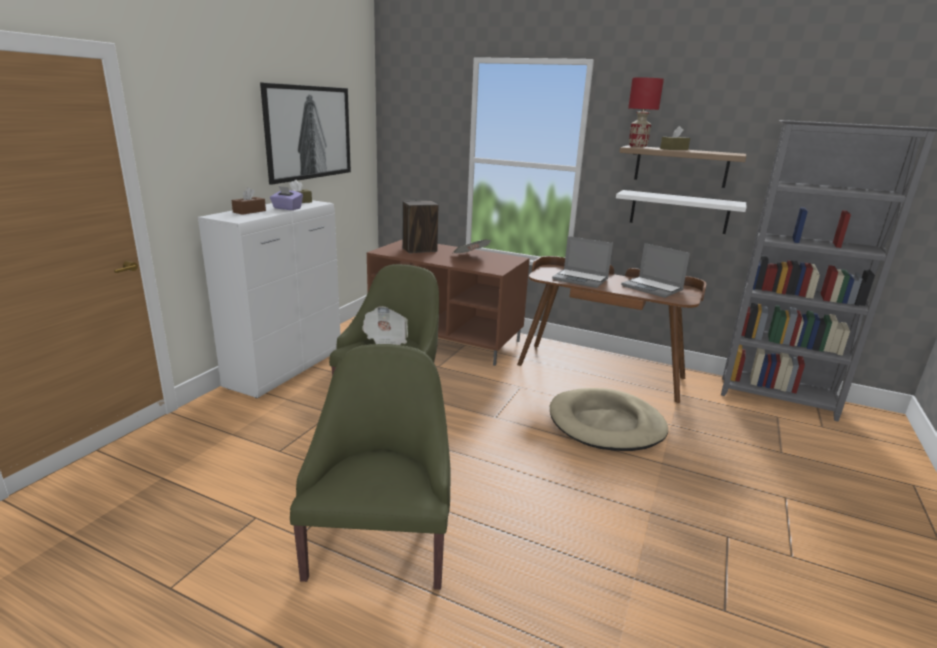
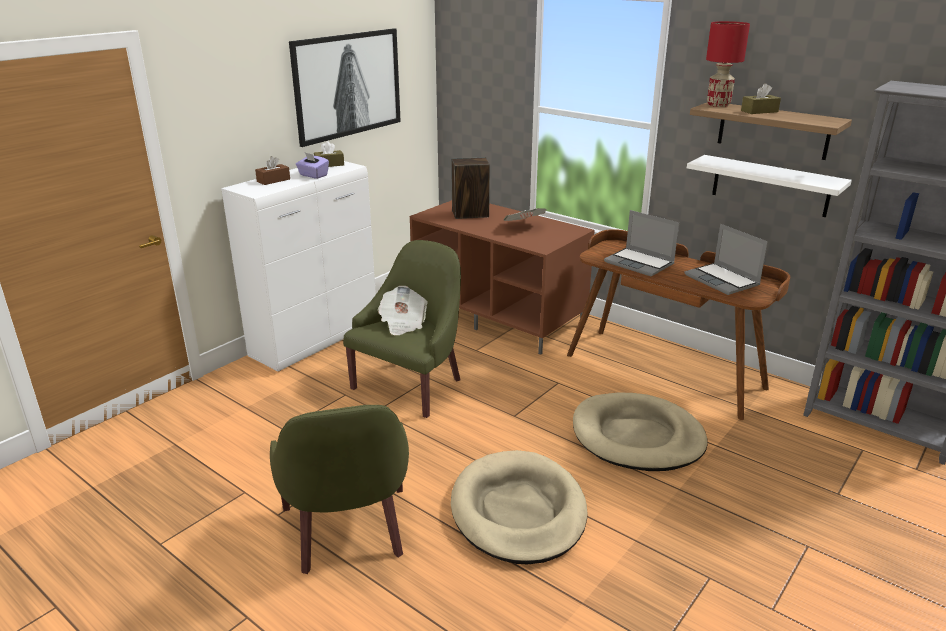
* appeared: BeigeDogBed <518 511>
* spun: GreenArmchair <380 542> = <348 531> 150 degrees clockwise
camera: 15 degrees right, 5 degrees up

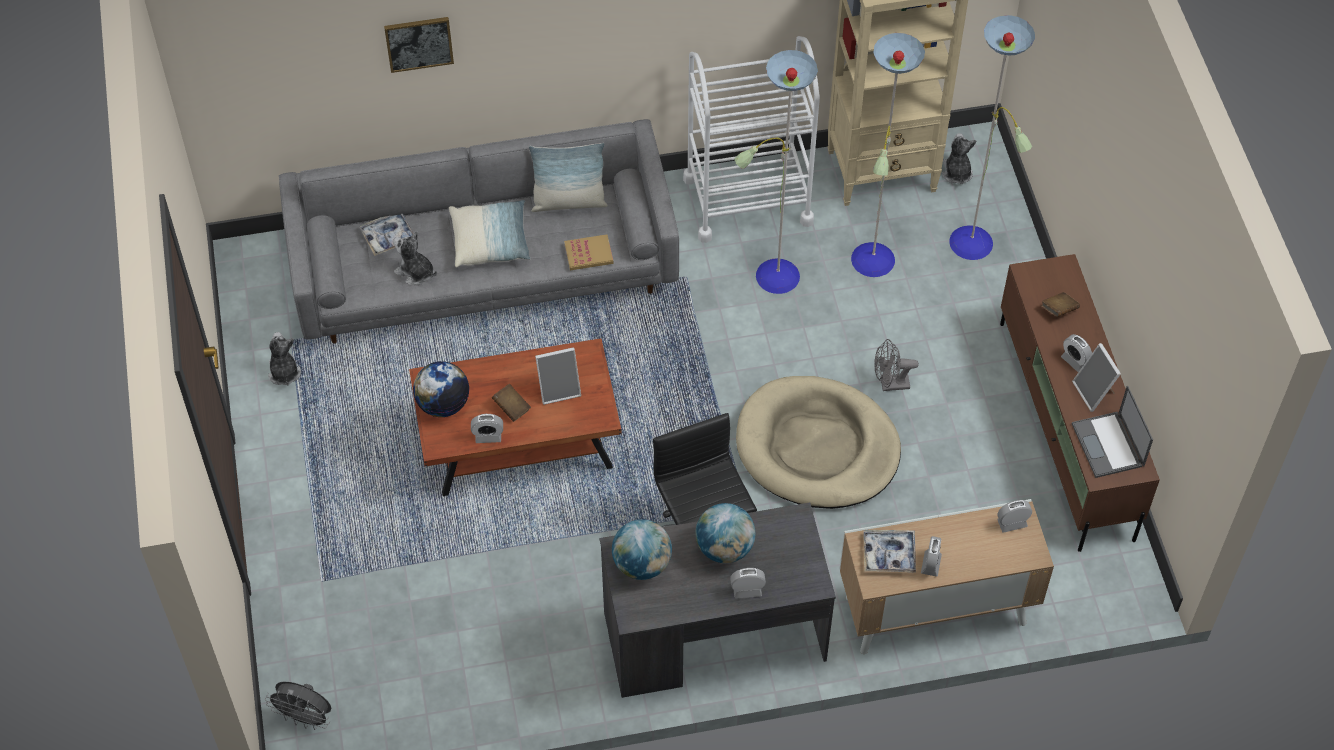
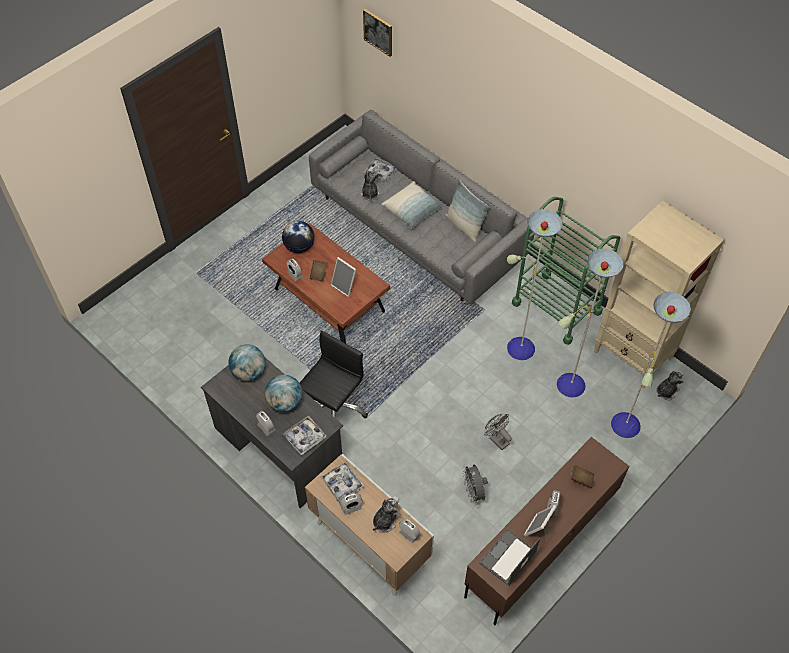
* missing: Book <588 254>
* missing: BeigeDogBed <817 447>
* appeared: Tray <305 437>
* relocated: GreyFan <305 718> to <474 492>
* relocated: PlushToy <284 372> to <385 520>
* relocated: Picture <419 43> to <378 32>
* colour: WhiteCart <747 200> to GreenCart <556 307>
camera: 55 degrees right, 0 degrees up

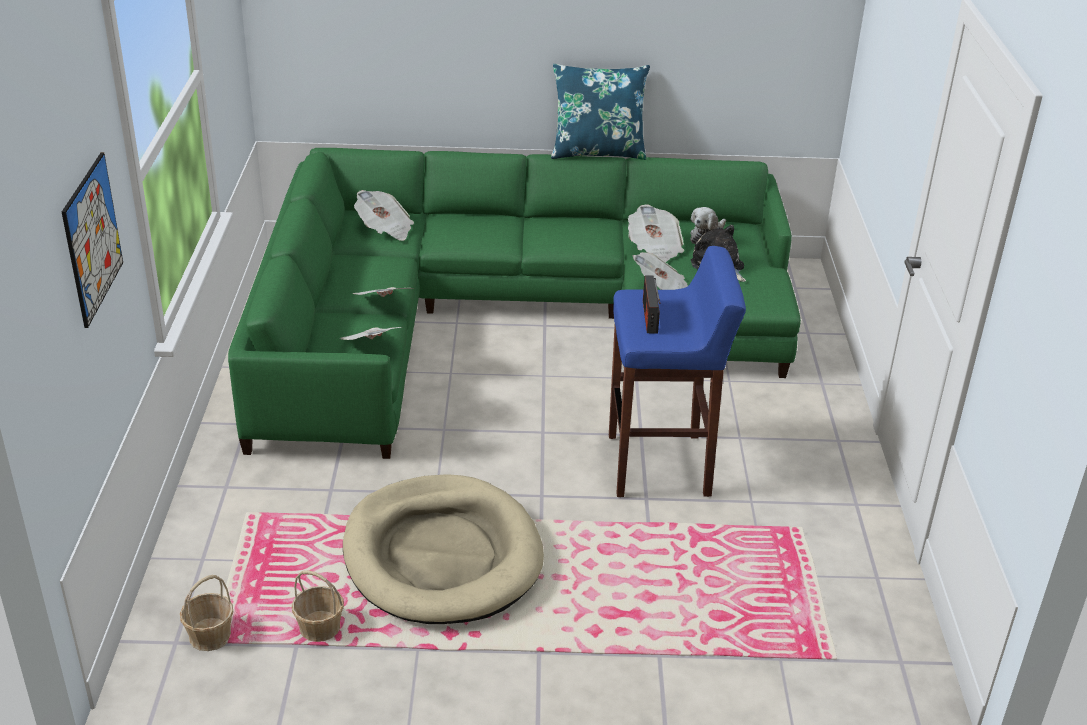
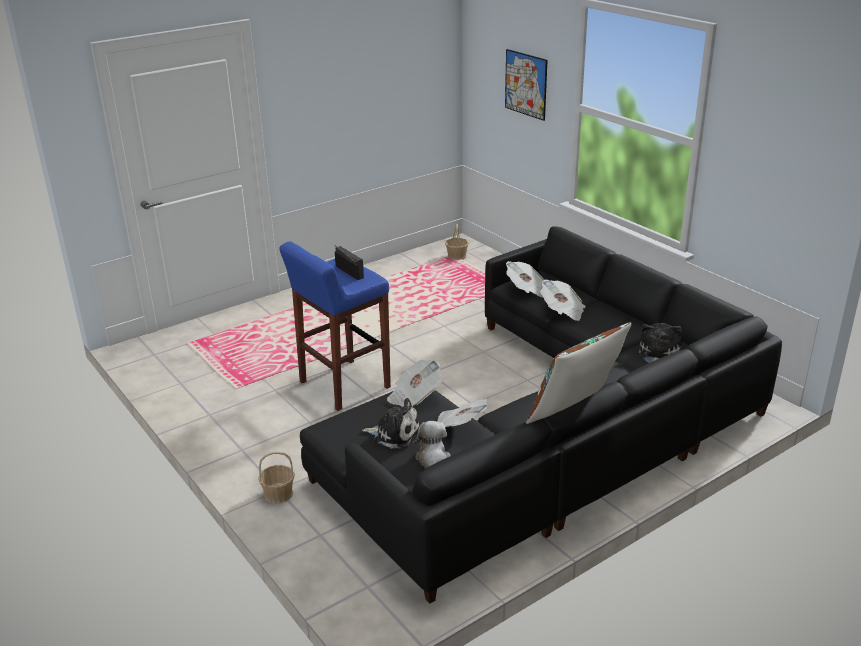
* missing: BeigeDogBed <442 555>
* relocated: Basket <320 628> to <278 494>
* exchanged: Newspaper <385 229> to PlushToy <657 354>
* colour: GreenSofa <504 319> to BlackSofa <552 430>
* colour: BluePillow <597 152> to BrownPillow <575 413>
camera: 145 degrees right, 5 degrees down

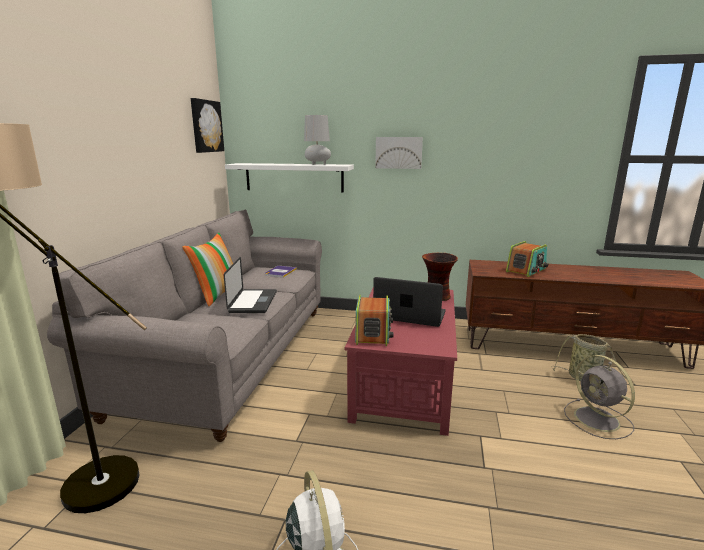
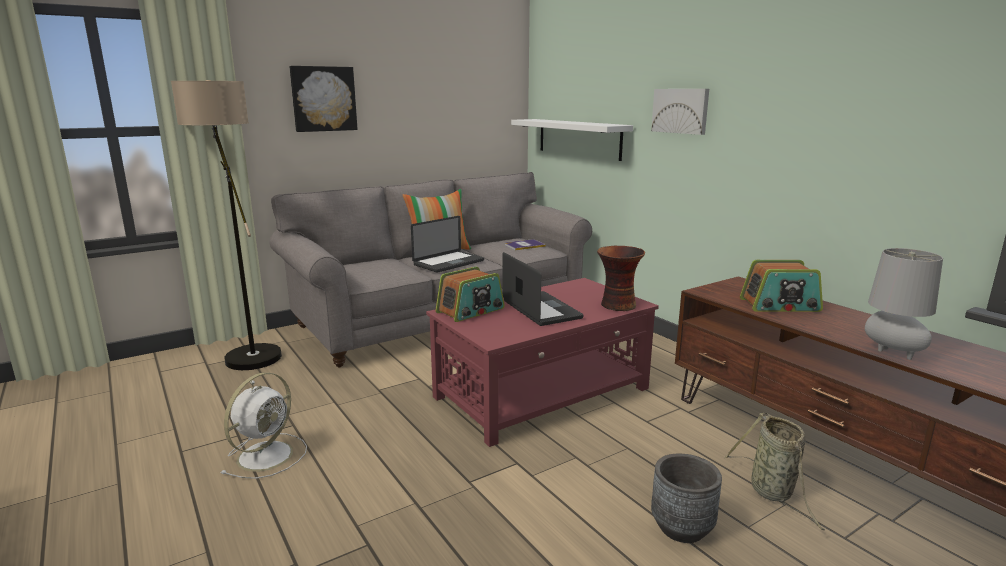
* relocated: Picture <206 126> to <323 99>
* relocated: GreyTableLamp <317 164> to <891 353>
* exchanged: GreyFan <598 420> to GreyPlanter <682 528>
camera: 45 degrees right, 0 degrees up

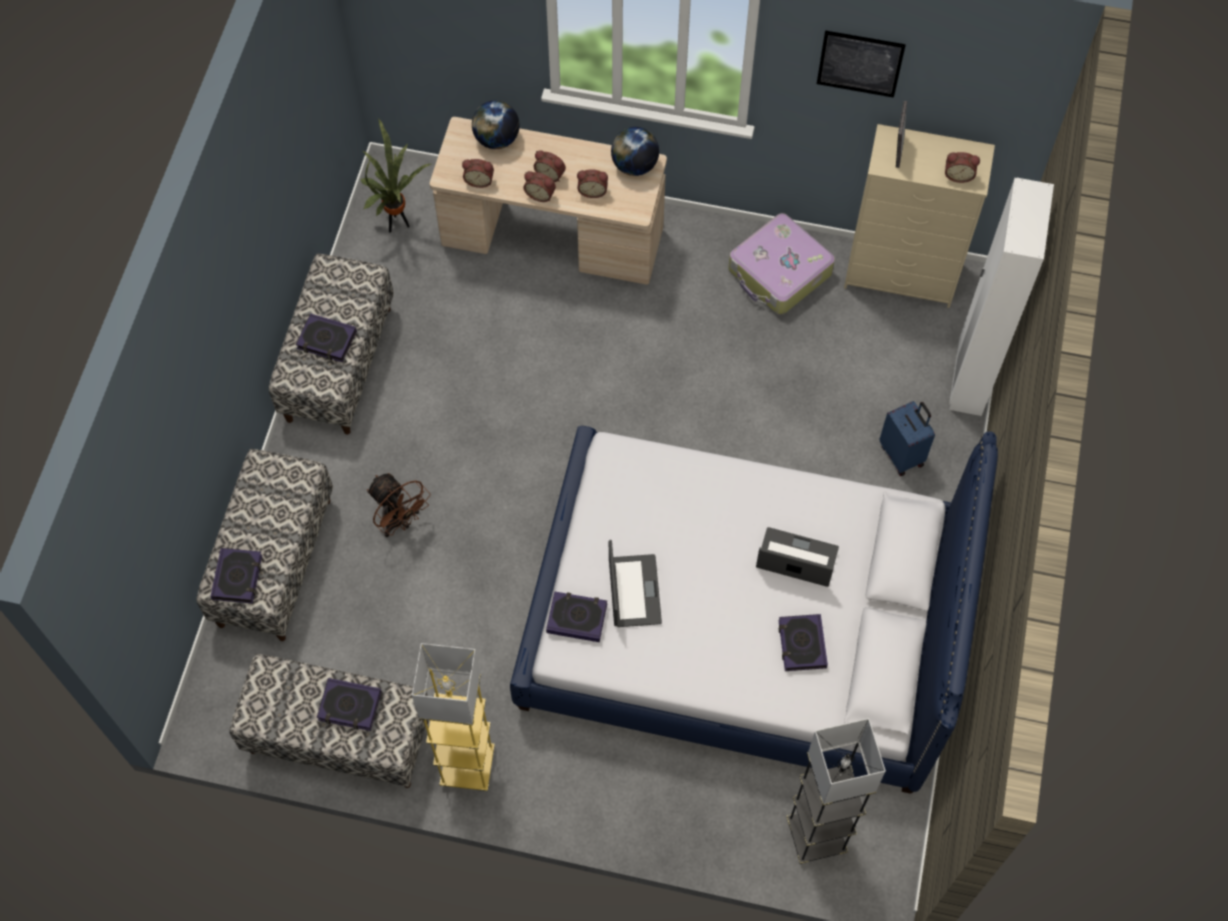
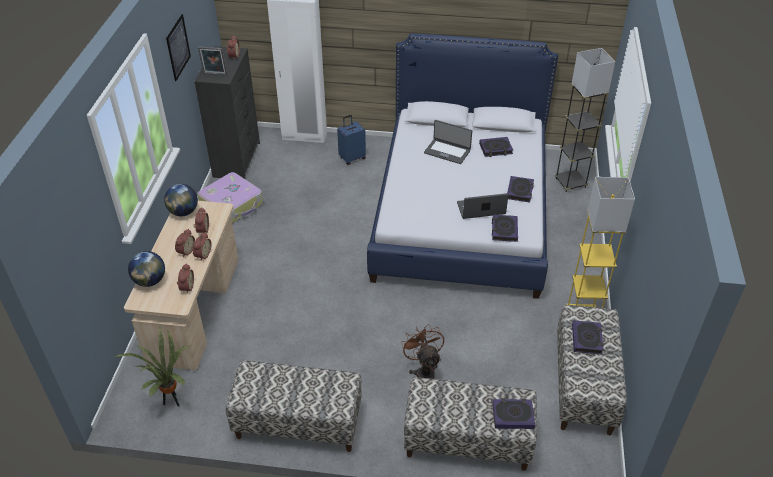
* relocated: Book <327 340> to <520 191>
* colour: BeigeDresser <901 274> to BlackDresser <237 159>
* spun: BrownFan <400 521> = <424 371> 60 degrees counterclockwise
* spun: Laptop <796 559> = <447 151> 75 degrees counterclockwise
camera: 95 degrees left, 20 degrees down

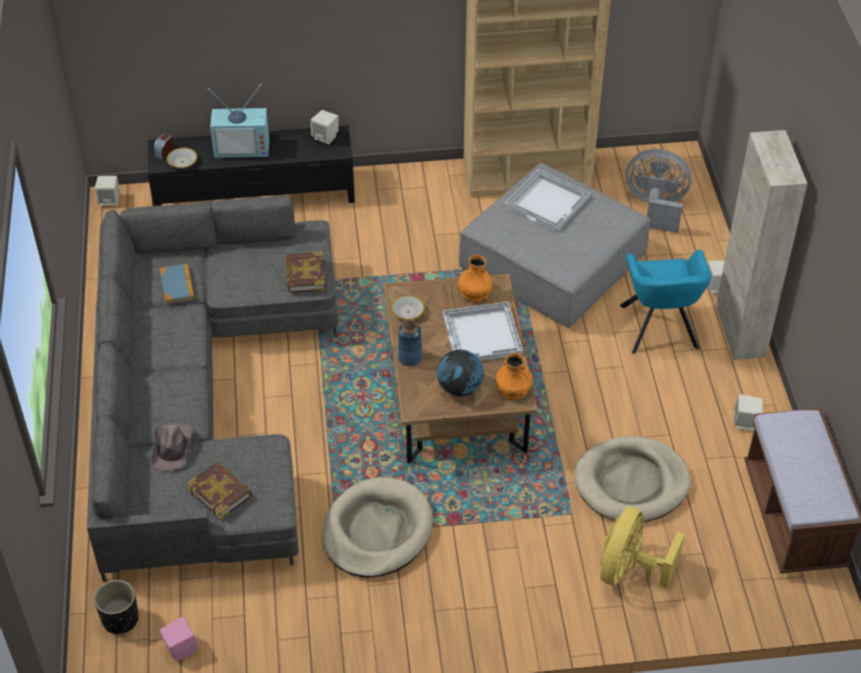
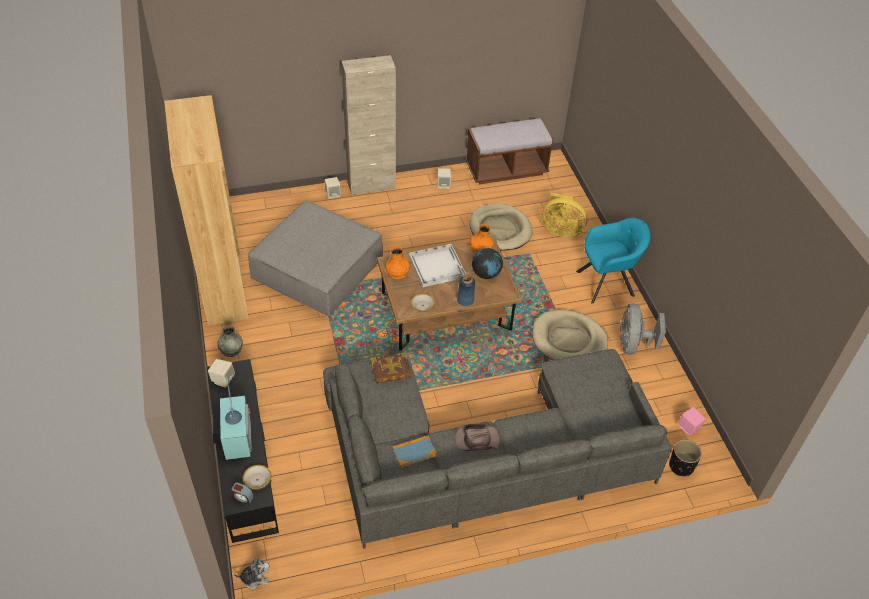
* missing: Book <220 493>
* missing: WhiteTray <548 202>
* appeared: GreyVase <231 349>
* relocated: BrownHat <173 447> to <476 439>
* relocated: TurquoiseArmchair <660 329> to <607 283>
* relocated: GreyFan <655 207> to <633 344>
* exchanged: BeigeSpeaker <109 200> to PlushToy <255 578>
camera: 100 degrees left, 0 degrees up

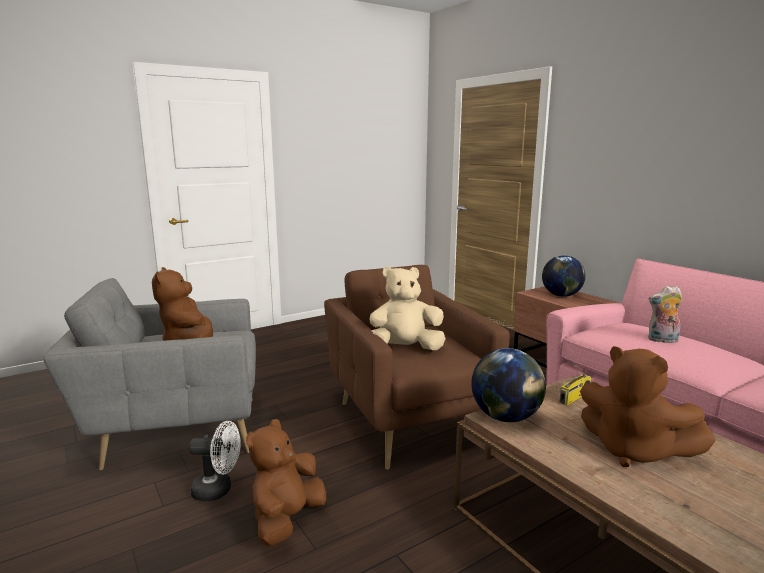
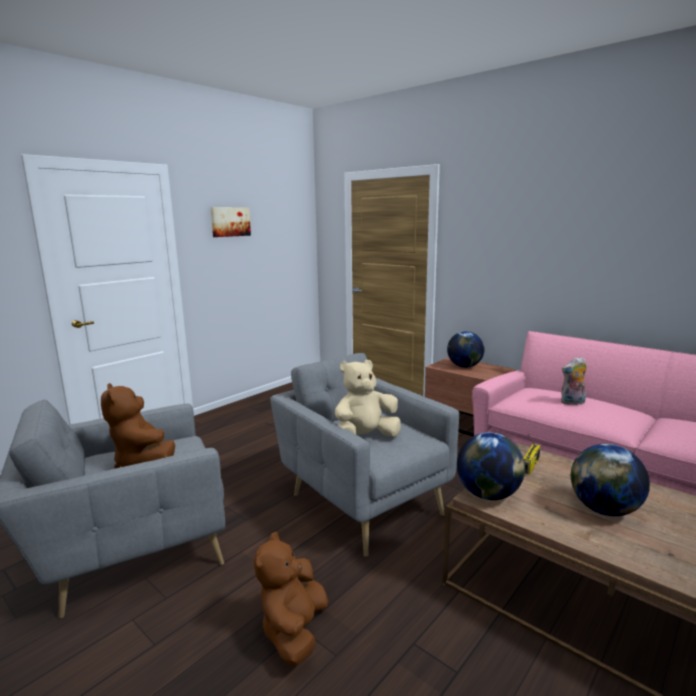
* missing: WhiteFan <218 490>
* appeared: Picture <230 221>
* exchanged: BrownPlushToy <633 451> to Globe <604 510>
* colour: BrownArmchair <408 419> to GreyArmchair <362 500>
camera: 15 degrees left, 0 degrees up

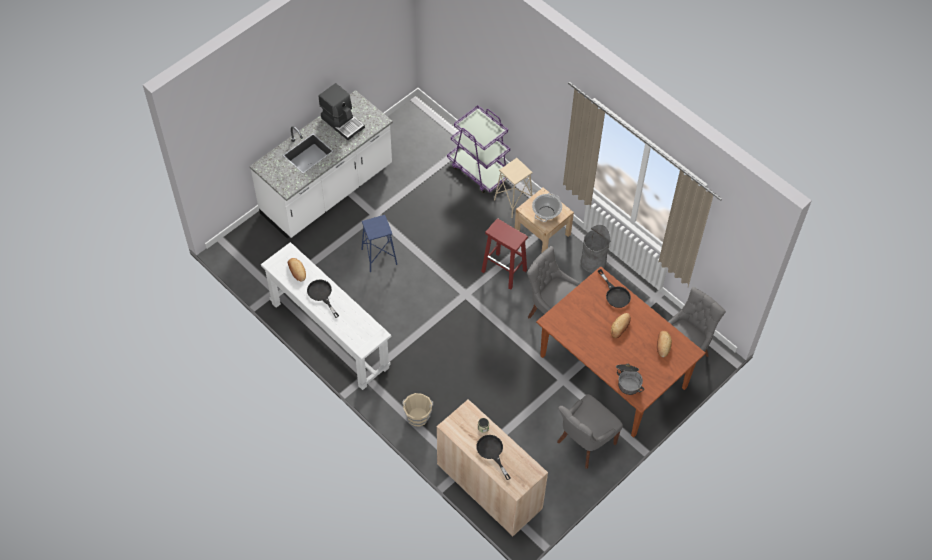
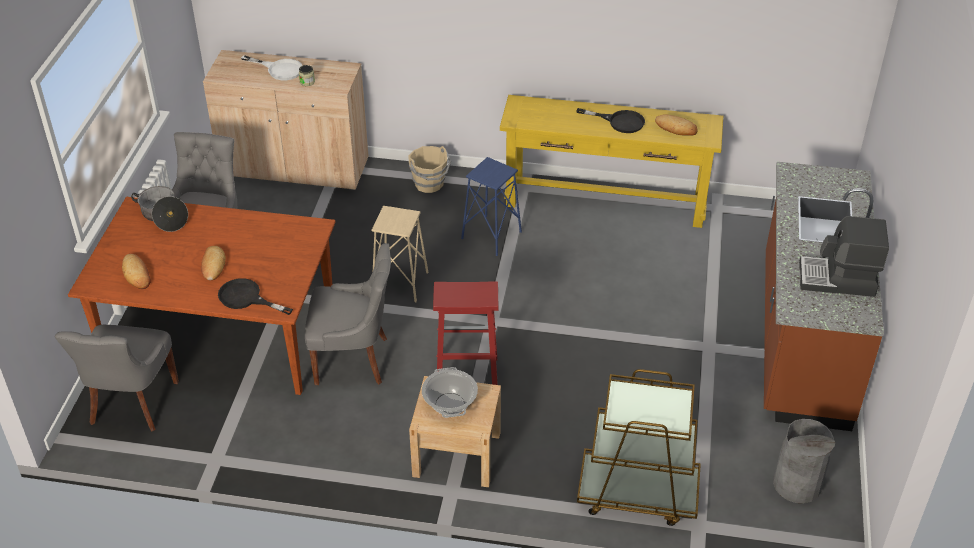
* relocated: BlueStool <379 256> to <491 236>
* relocated: BeigeStool <513 202> to <400 283>
* relocated: GreyTrashCan <593 262> to <797 484>
* colour: WhiteCounter <327 191> to BrownCounter <802 340>
* colour: WhiteConsoleTable <330 335> to YellowConsoleTable <605 201>
* colour: PurpleCart <479 170> to BrownCart <637 493>
* colour: BlackFryingPan <492 452> to WhiteFryingPan <279 69>
camera: 145 degrees right, 15 degrees down

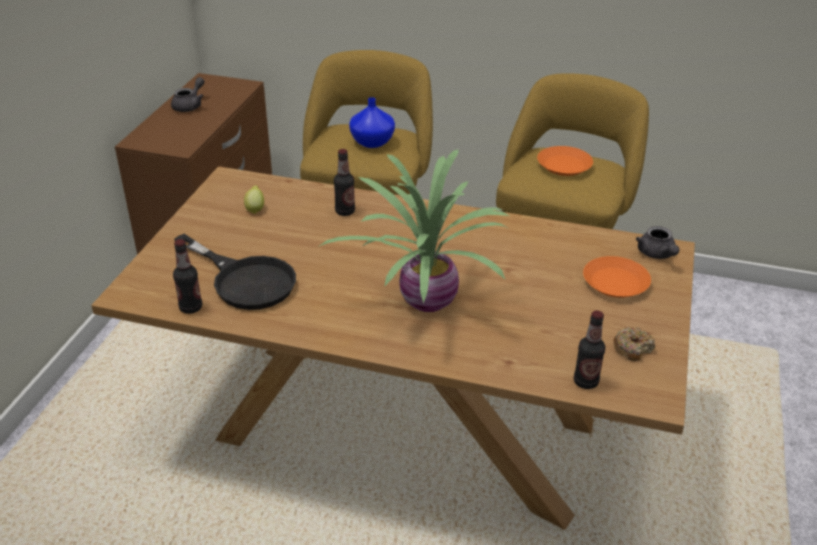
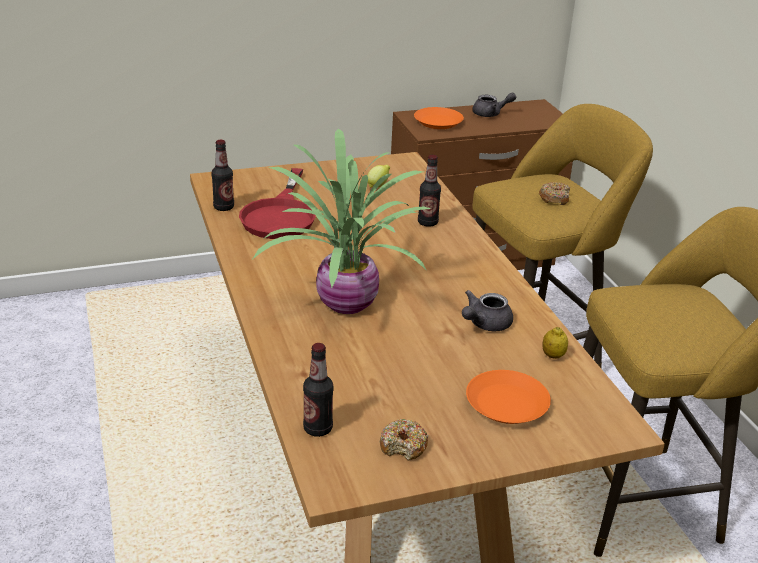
* appeared: Lemon <553 355>
* relocated: OrangePlate <564 166> to <437 122>
* relocated: GreyTeapot <657 254> to <484 324>
* exchanged: BlueVase <372 142> to Donut <554 198>
* colour: BlackFryingPan <245 280> to RedFryingPan <281 215>
camera: 55 degrees right, 5 degrees down

